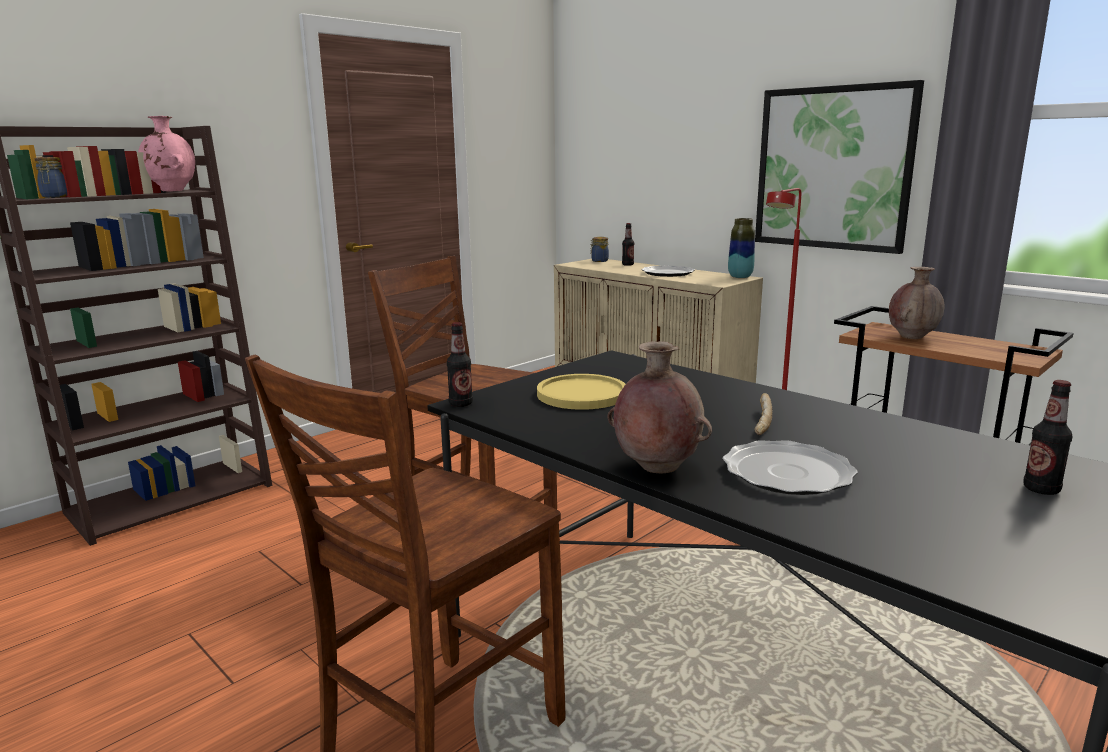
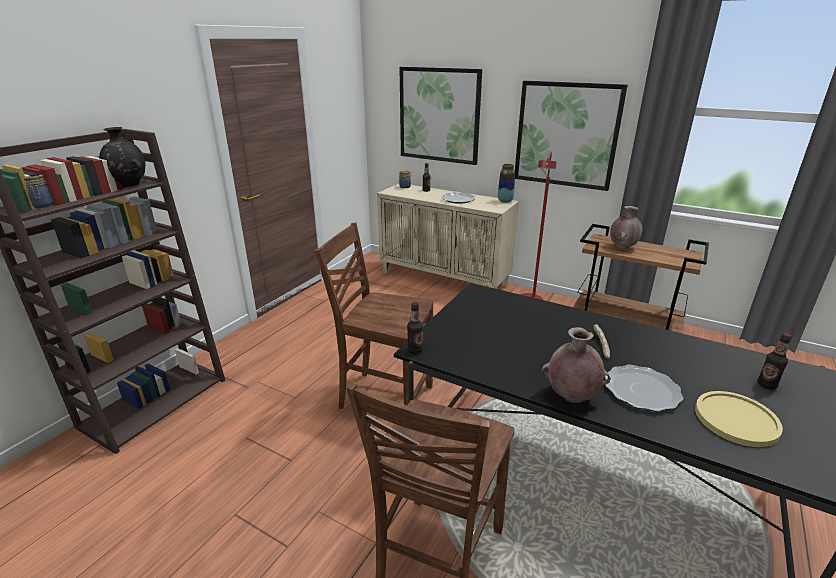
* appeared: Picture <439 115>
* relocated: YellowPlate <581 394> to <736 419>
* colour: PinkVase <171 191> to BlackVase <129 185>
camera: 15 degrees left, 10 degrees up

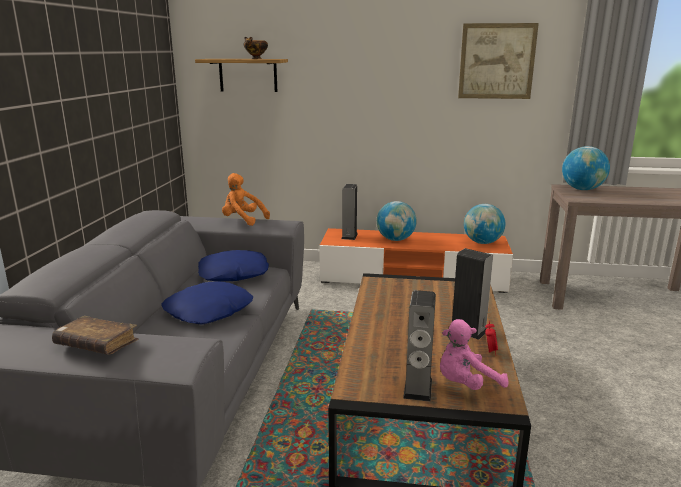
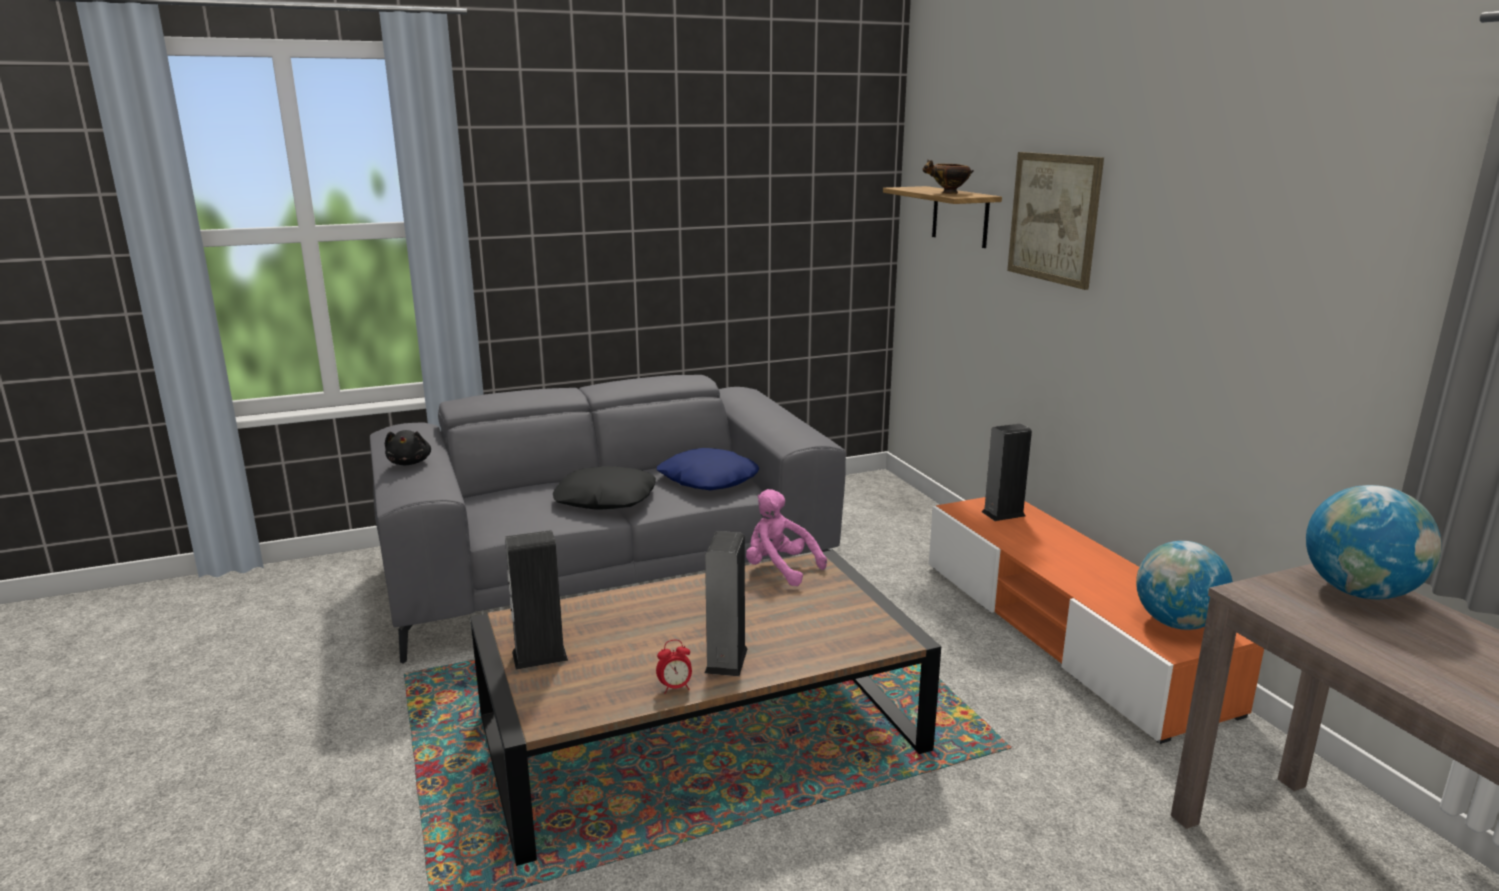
* missing: OrangePlushToy <242 220>
* missing: Globe <395 239>
* relocated: PinkPlushToy <466 384> to <779 569>
* relocated: Picture <496 61> to <1053 218>
* exchanged: BrownBook <97 344> to BlackPlushToy <410 462>
* colour: BluePillow <209 311> to BlackPillow <605 499>
camera: 60 degrees right, 0 degrees up

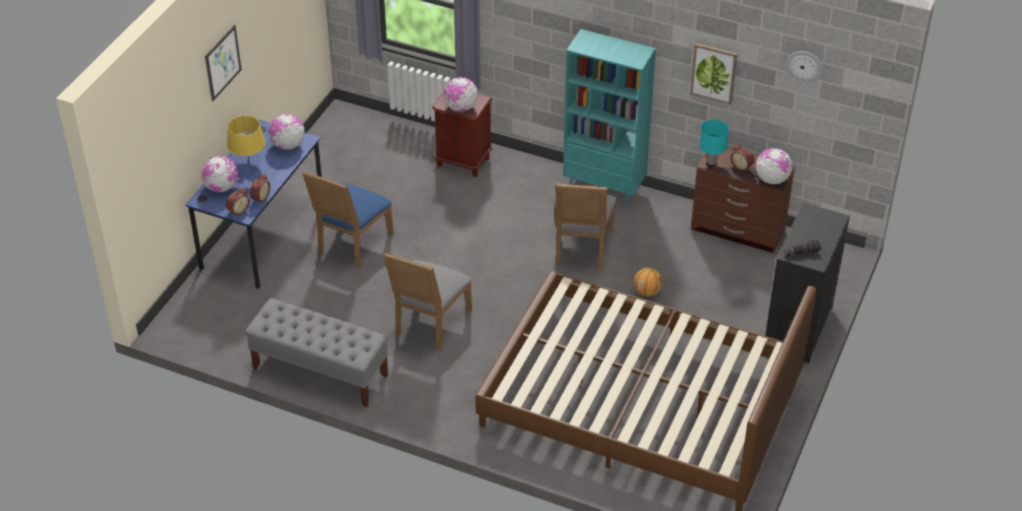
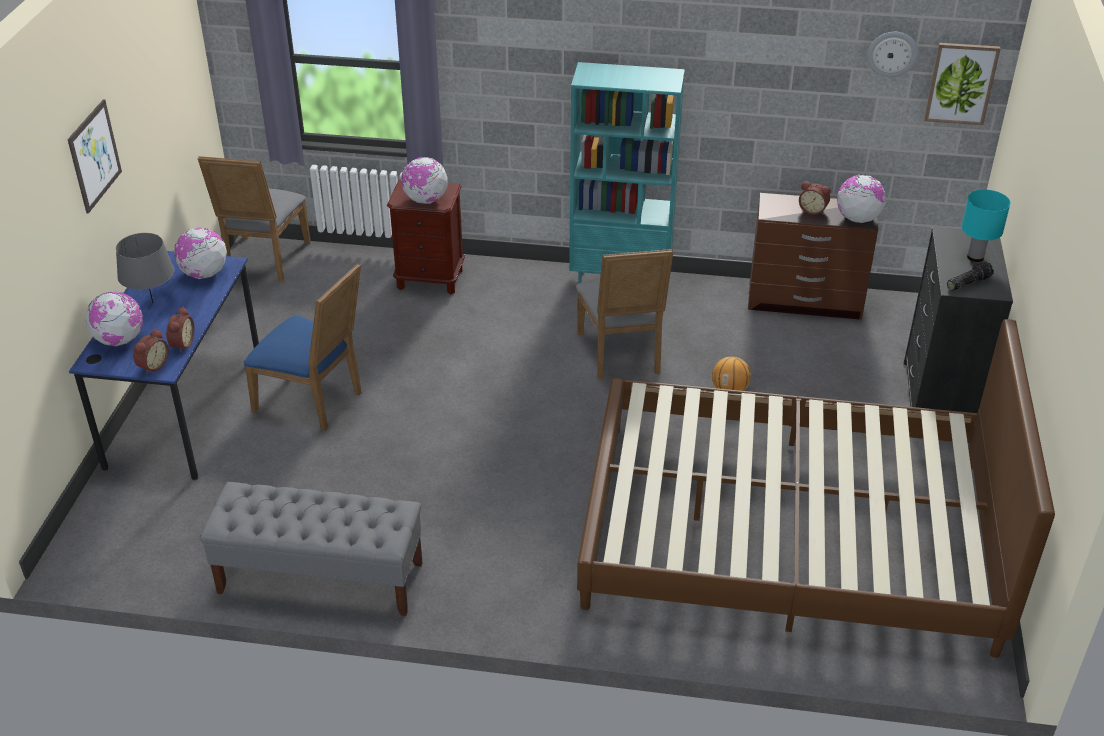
* relocated: GreyChair <429 325> to <264 261>
* relocated: Picture <714 72> to <961 83>
* relocated: TurquoiseTableLamp <711 163> to <975 257>
* colour: YellowTableLamp <249 162> to GreyTableLamp <153 303>
* spun: BlueChair <351 245> = <314 401> 75 degrees counterclockwise
camera: 15 degrees left, 5 degrees down

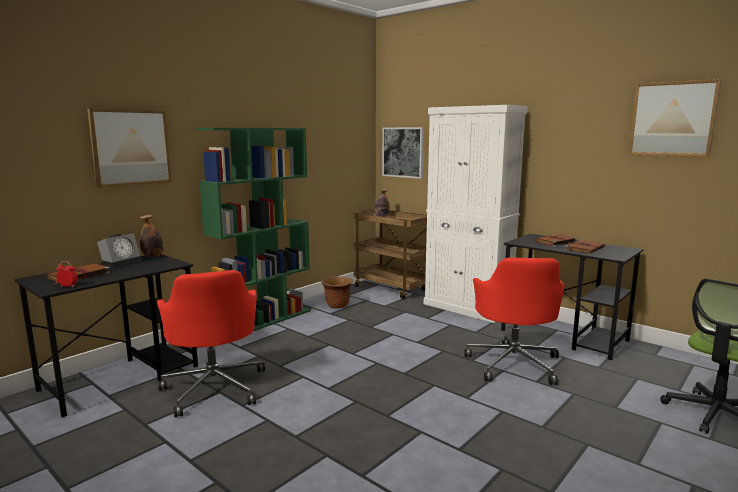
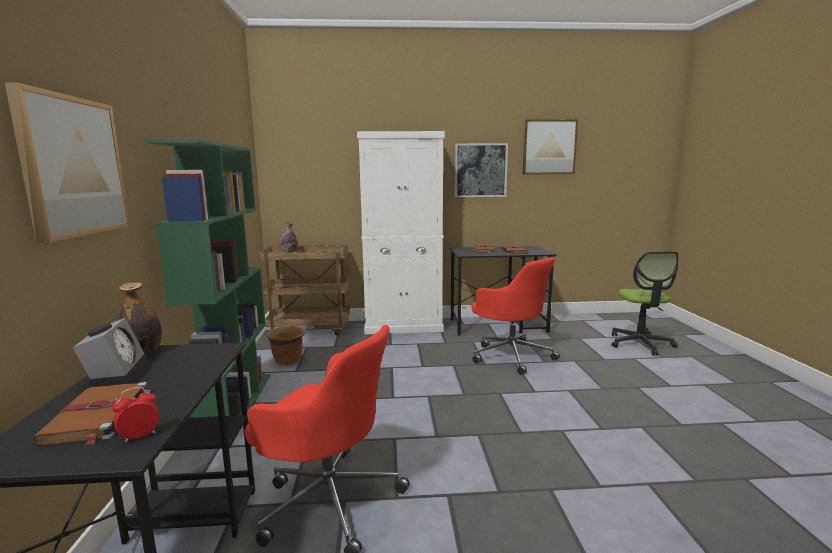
* relocated: Picture <403 152> to <480 170>
camera: 45 degrees left, 0 degrees up

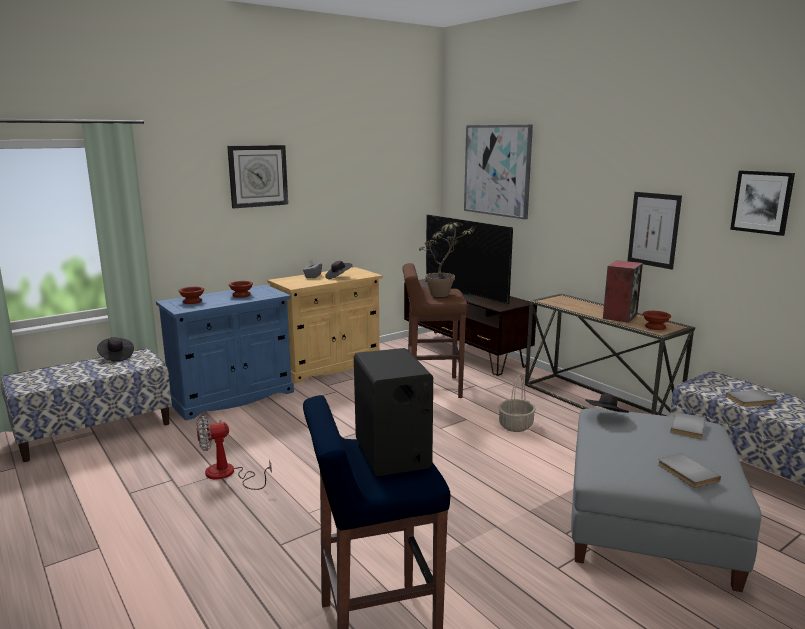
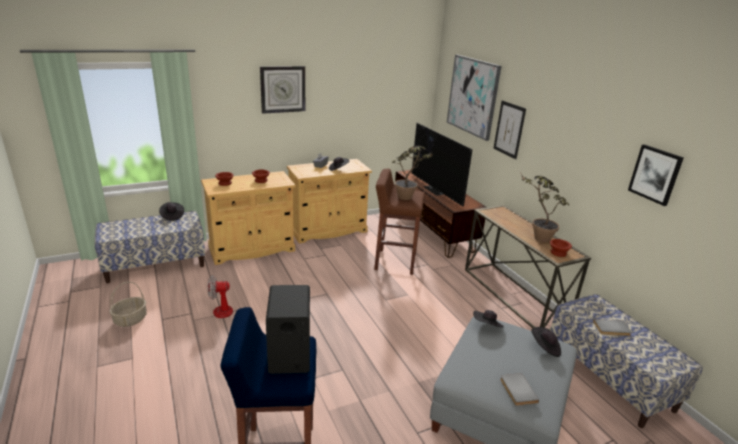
* relocated: Basket <516 426> to <130 320>
* relocated: Picture <653 229> to <509 129>
* exchanged: Speaker <619 316> to PottedPlant <536 237>
* exchanged: GreyBook <689 427> to BlackHat <545 348>
* colour: BlueCabinet <232 397> to BeigeCabinet <252 249>
camera: 10 degrees right, 10 degrees up

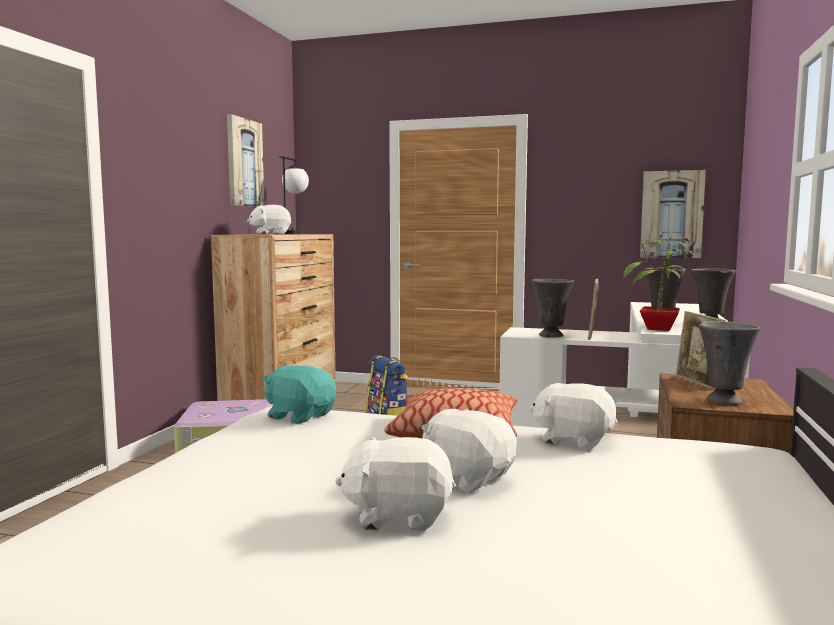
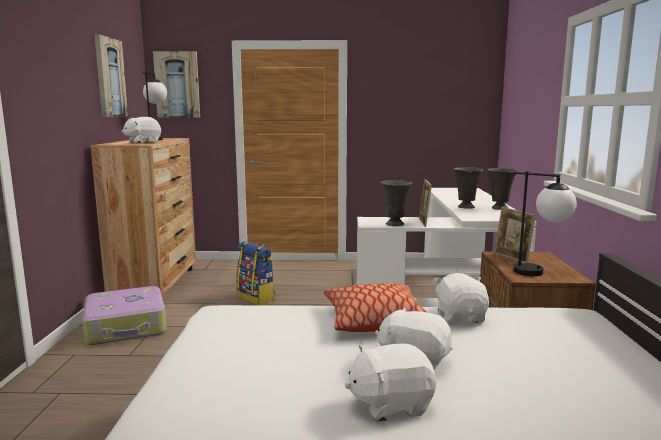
* missing: TurquoisePlushToy <300 416>
* missing: PottedPlant <659 329>
* relocated: Picture <671 214> to <177 85>
* exchanged: GreyVase <724 401> to TableLamp <540 274>
* spun: WhitePlushToy <573 440> = <461 317> 75 degrees clockwise
camera: 15 degrees left, 5 degrees up

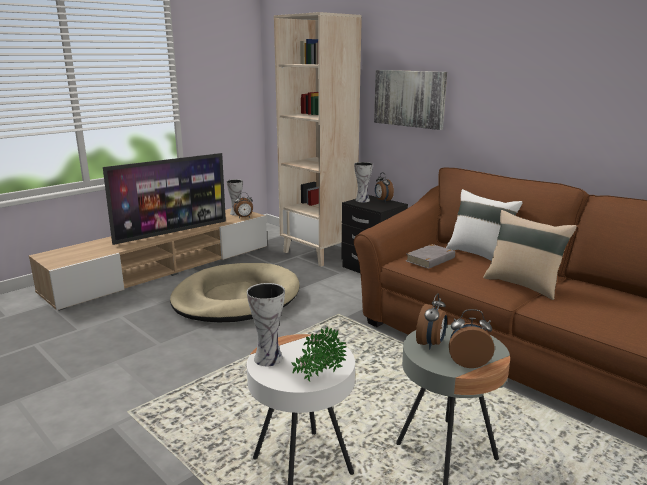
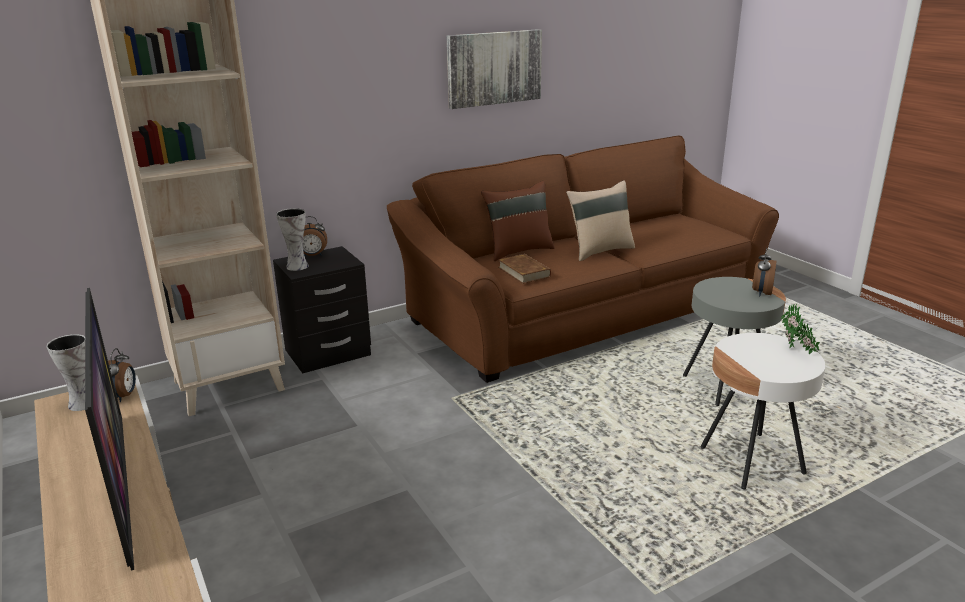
* missing: BeigeDogBed <236 298>
* missing: Vase <269 357>
* missing: AlarmClock <431 344>
* relocated: Picture <409 98> to <494 68>
* colour: GreyBook <430 259> to BrownBook <524 272>
* colour: WhitePillow <479 254> to BrownPillow <518 251>
camera: 75 degrees left, 5 degrees up

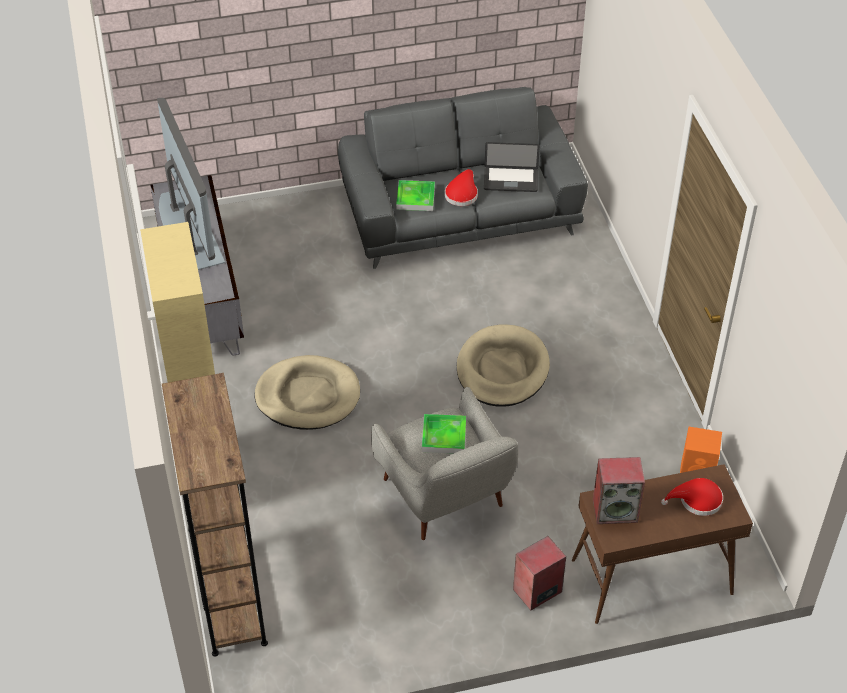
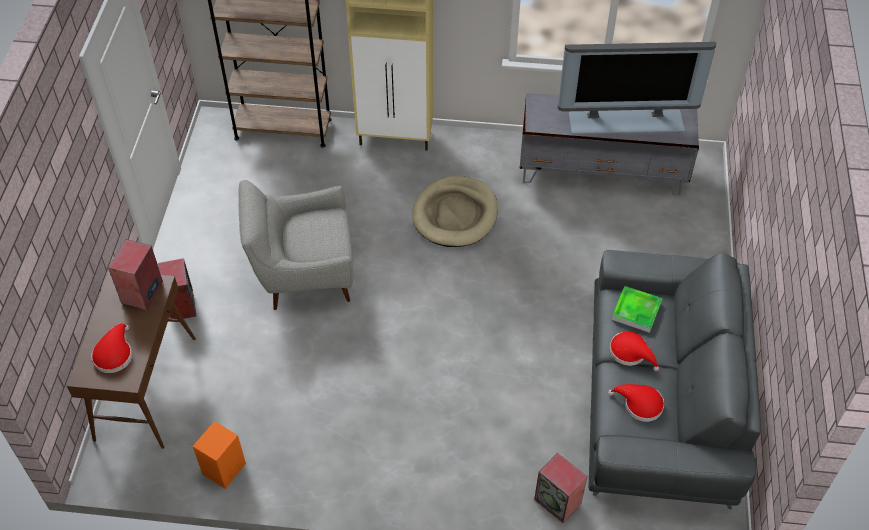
* missing: Tray <444 436>
* missing: BeigeDogBed <502 369>
* appeared: Speaker <558 501>
* exchanged: Laptop <510 180> to RedHat <639 404>
camera: 110 degrees right, 5 degrees up

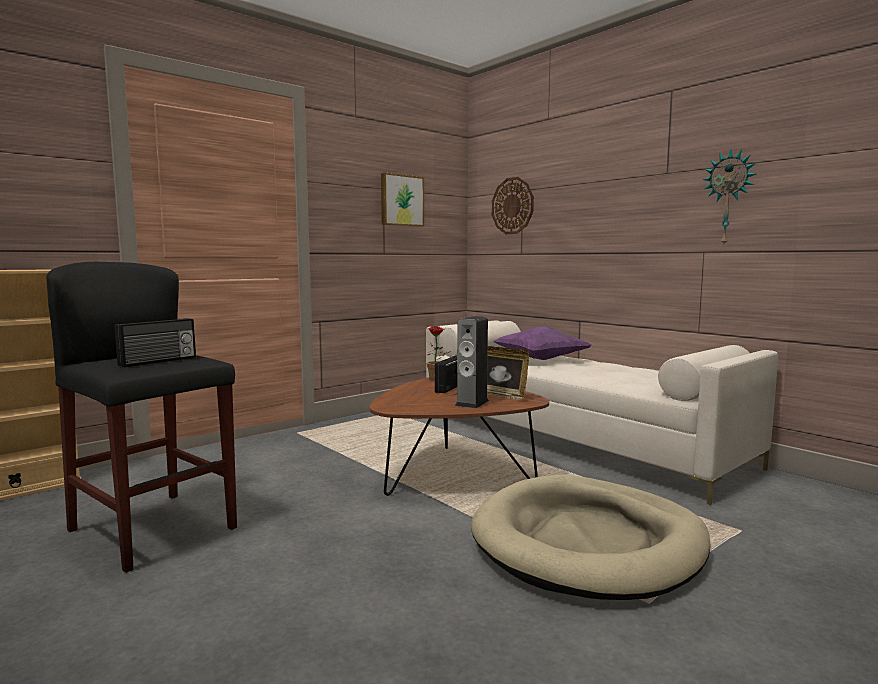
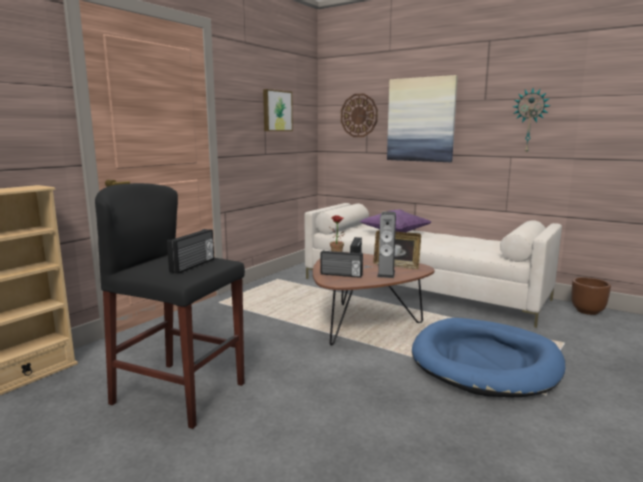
* appeared: Radio <341 275>
* appeared: Picture <421 120>
* appeared: BrownPlanter <588 311>
* colour: BeigeDogBed <588 542> to BlueDogBed <485 362>
camera: 15 degrees left, 5 degrees up

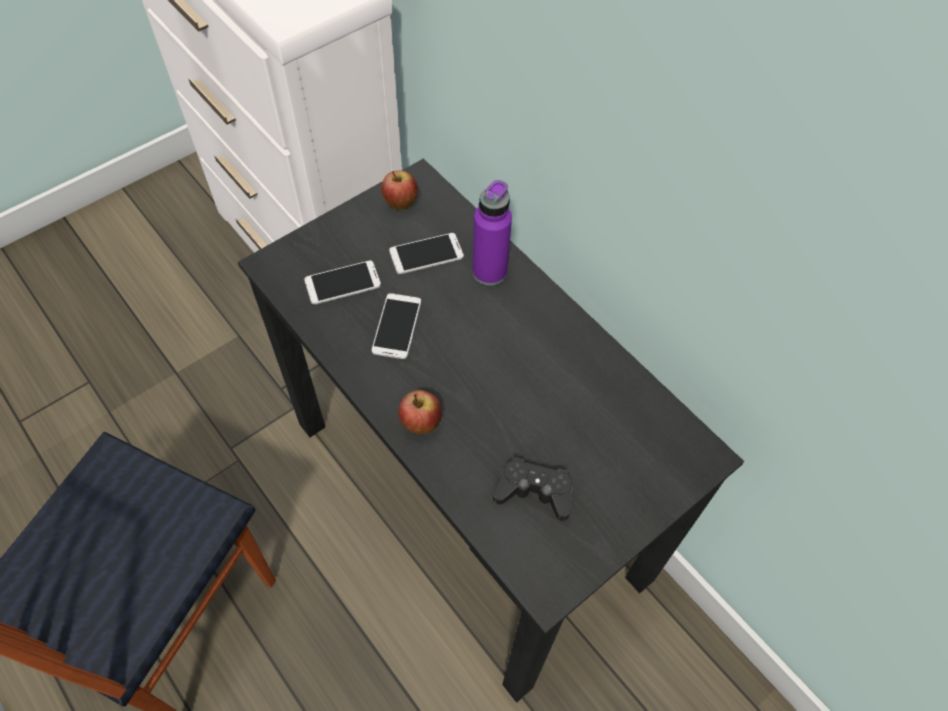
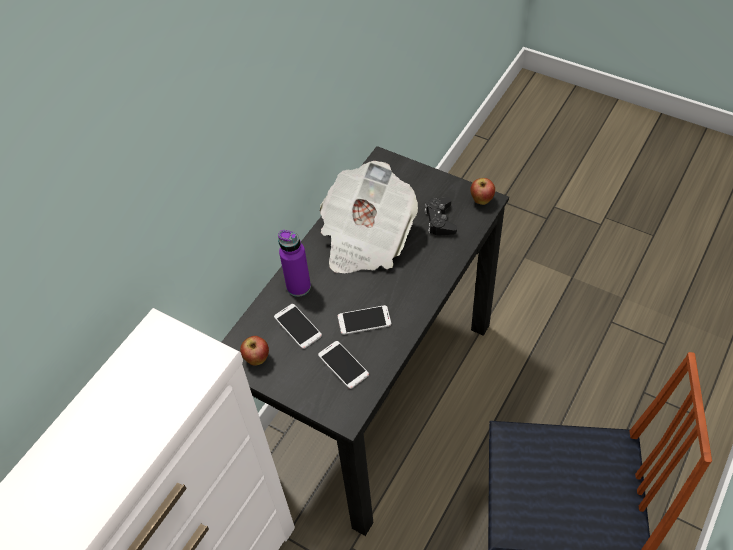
* appeared: Newspaper <365 238>
* relocated: Apple <420 424> to <481 200>
camera: 105 degrees left, 5 degrees down

